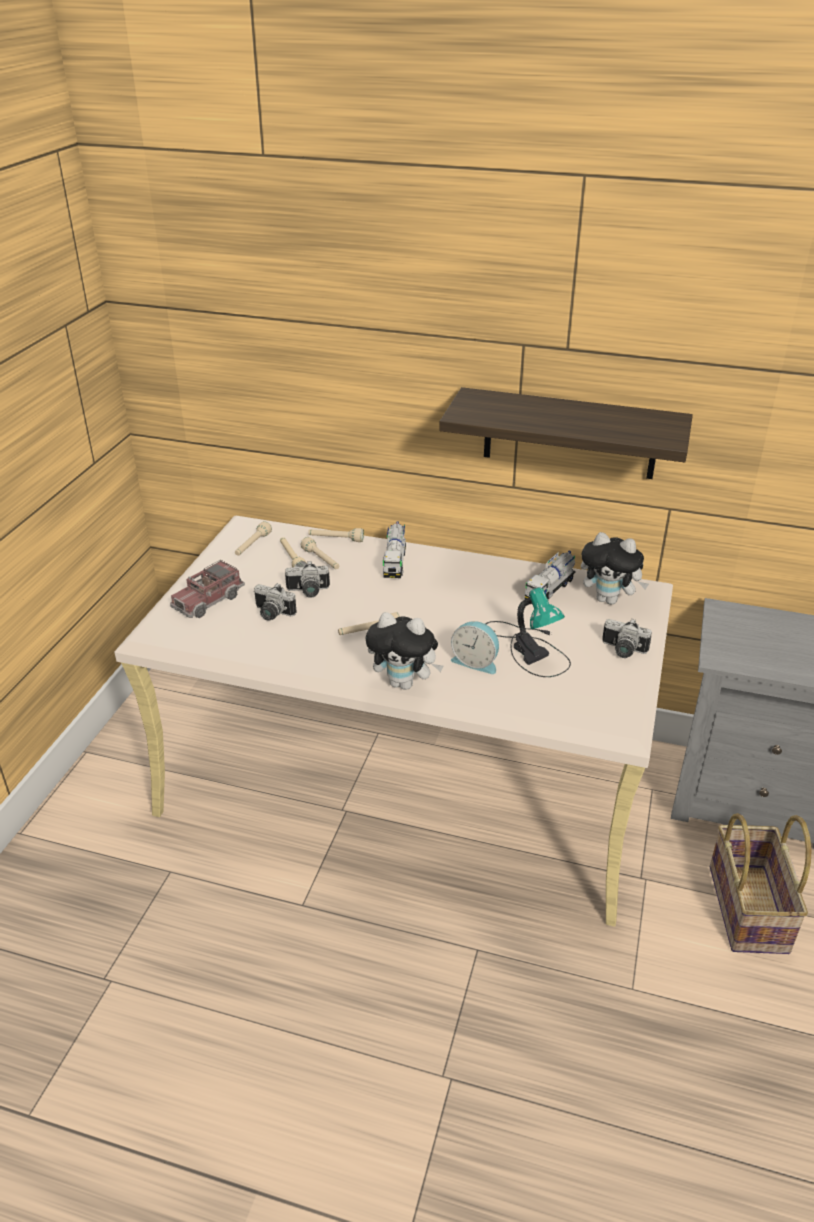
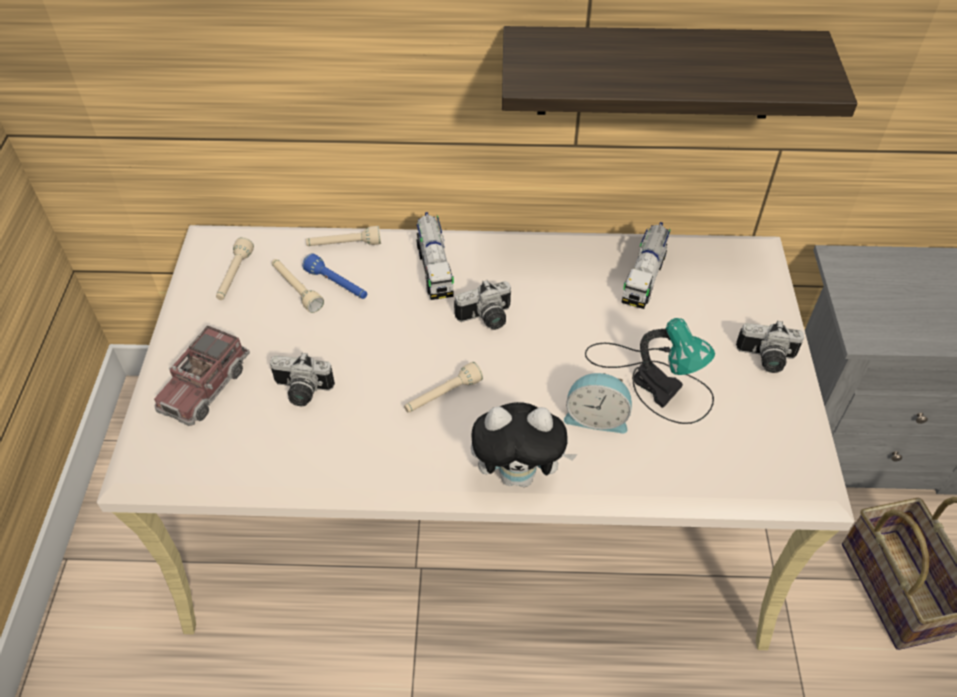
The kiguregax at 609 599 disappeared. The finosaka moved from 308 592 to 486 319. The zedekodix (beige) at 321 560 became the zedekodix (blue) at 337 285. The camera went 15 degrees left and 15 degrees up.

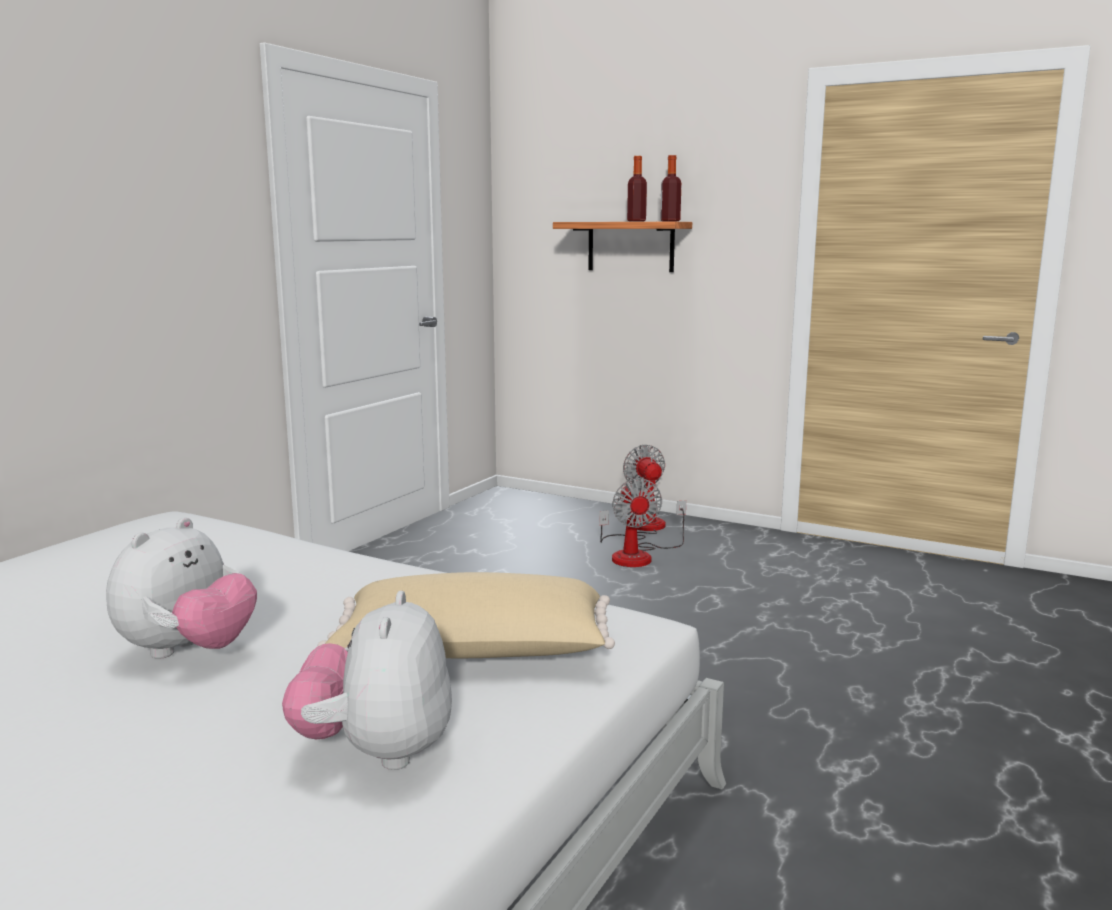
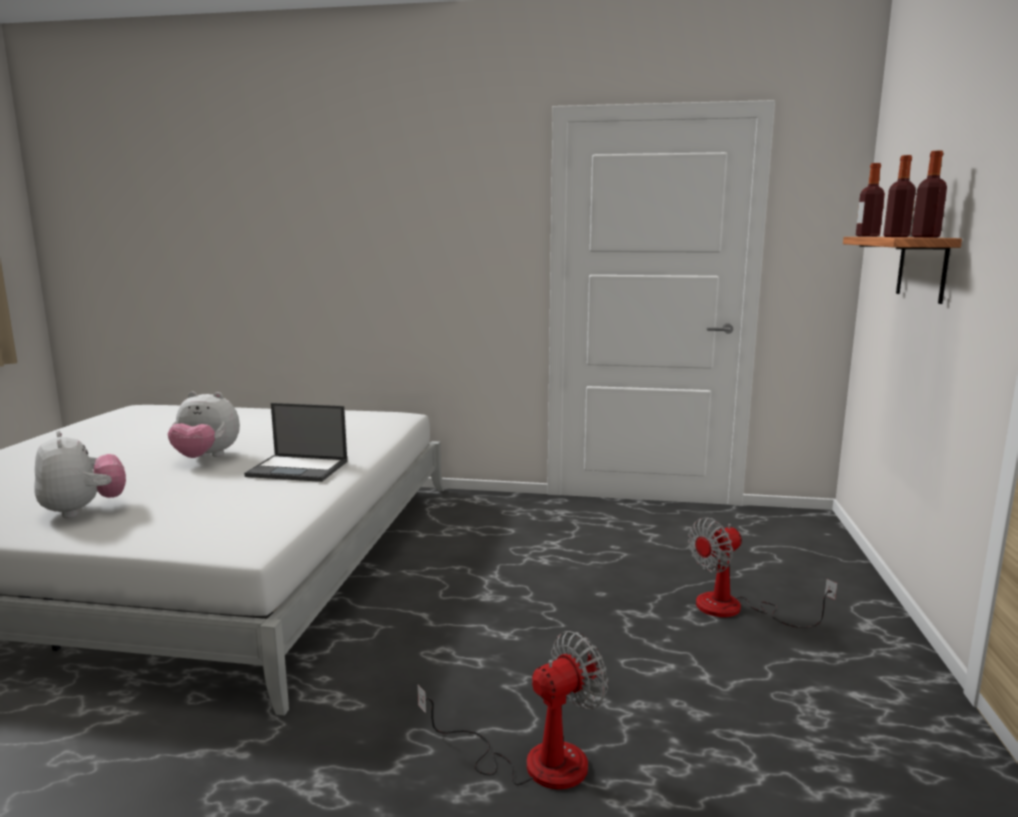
The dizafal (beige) at 472 655 disappeared. The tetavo at 299 469 appeared. The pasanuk at 867 236 appeared. The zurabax moved from 640 529 to 533 761. The kiguregax at 377 752 turned 75 degrees clockwise. The camera went 70 degrees right and 0 degrees up.

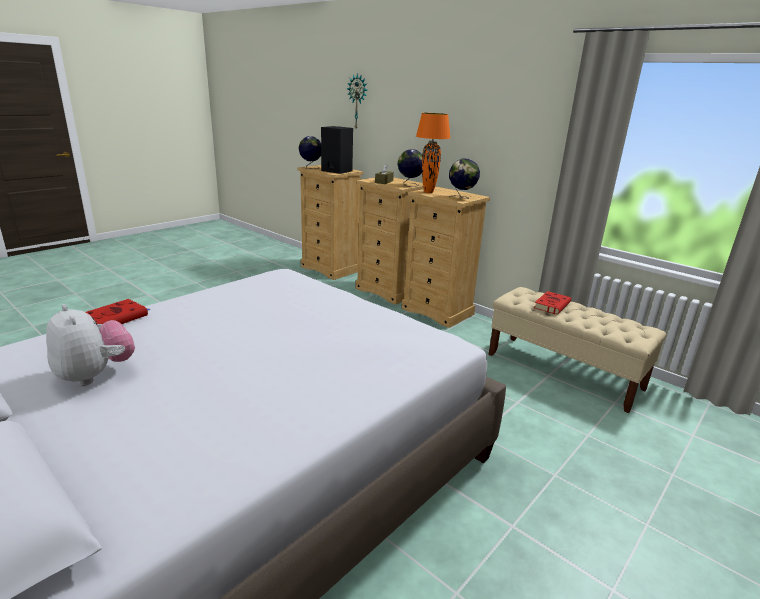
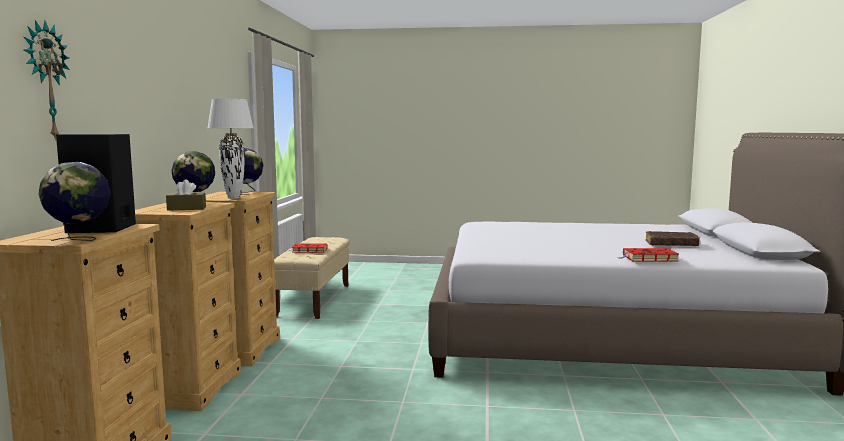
The kiguregax at 95 375 was replaced by the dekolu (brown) at 671 244. The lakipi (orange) at 428 192 became the lakipi (white) at 234 198. The camera went 125 degrees left and 15 degrees down.

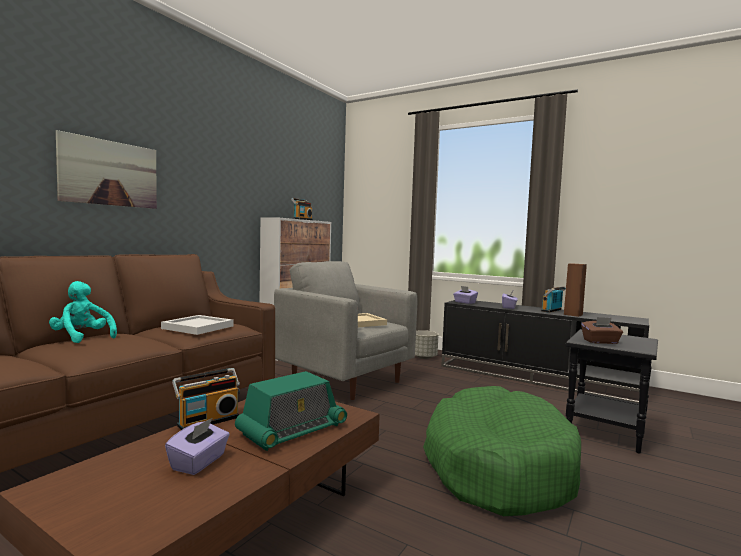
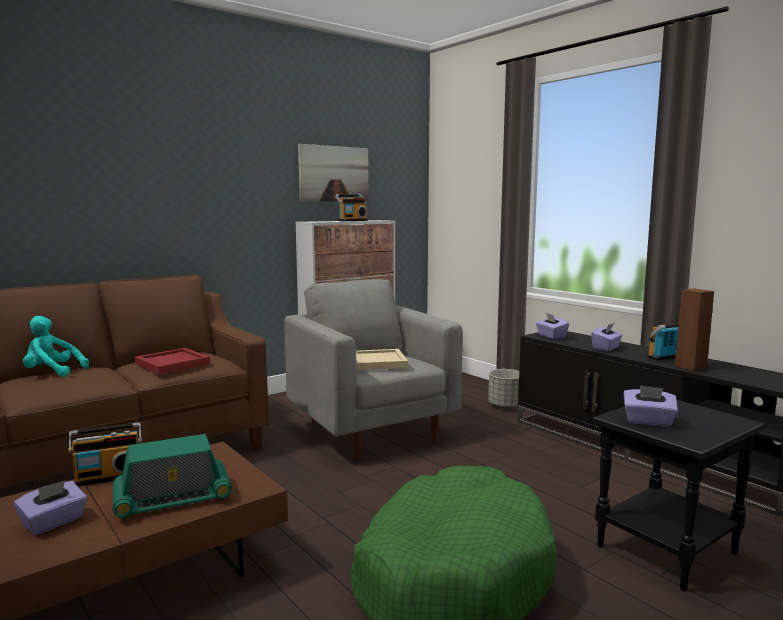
The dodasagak moved from 110 173 to 334 173. The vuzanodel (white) at 199 327 became the vuzanodel (red) at 174 364. The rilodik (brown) at 600 342 became the rilodik (purple) at 648 421. The kiguregax (turquoise) at 82 338 turned 45 degrees counterclockwise. The camera went 20 degrees right and 5 degrees up.

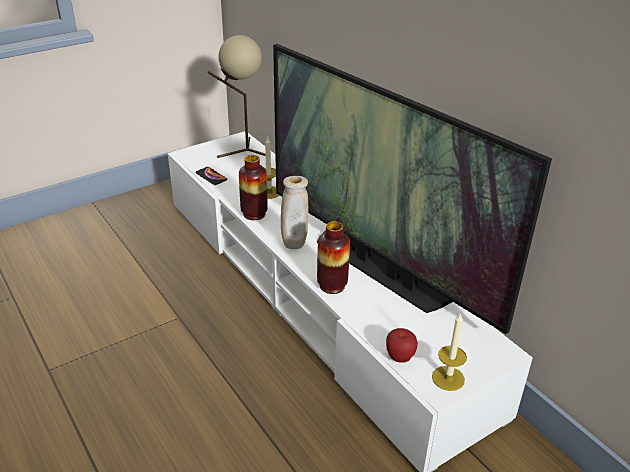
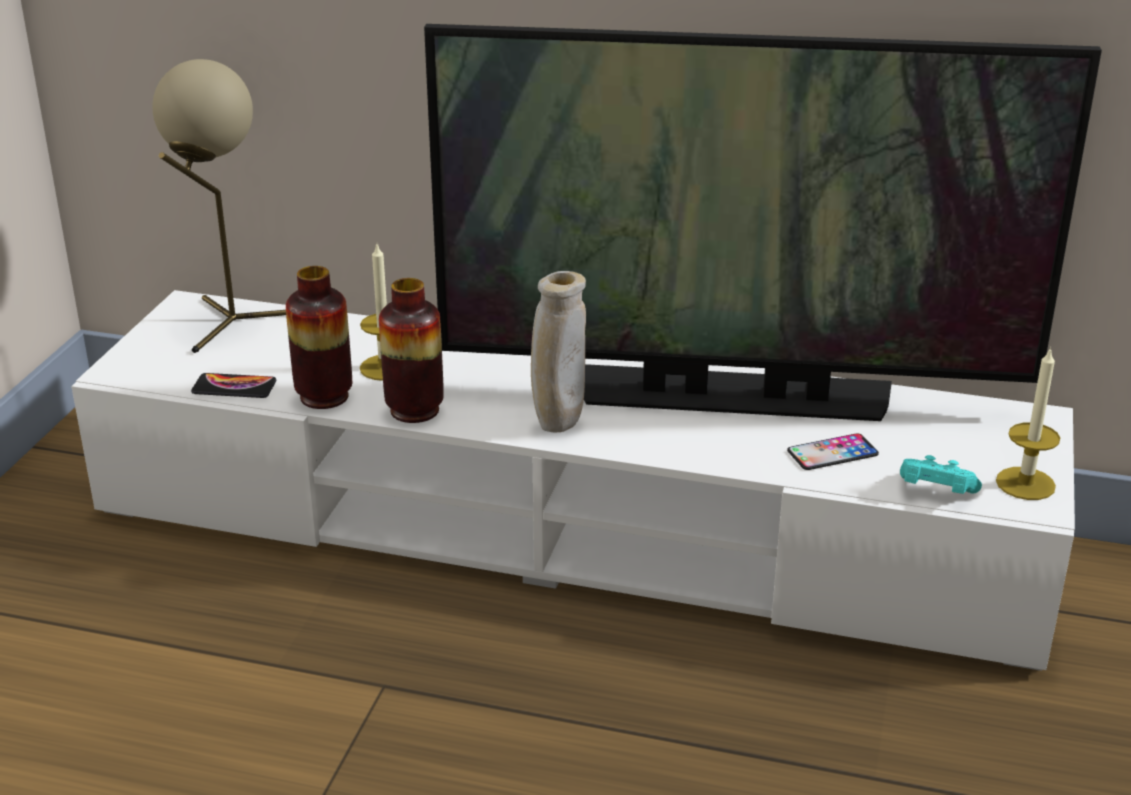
The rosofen at 832 453 appeared. The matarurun moved from 332 286 to 324 397. The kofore at 399 357 was replaced by the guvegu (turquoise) at 935 492. The camera went 40 degrees left and 5 degrees down.

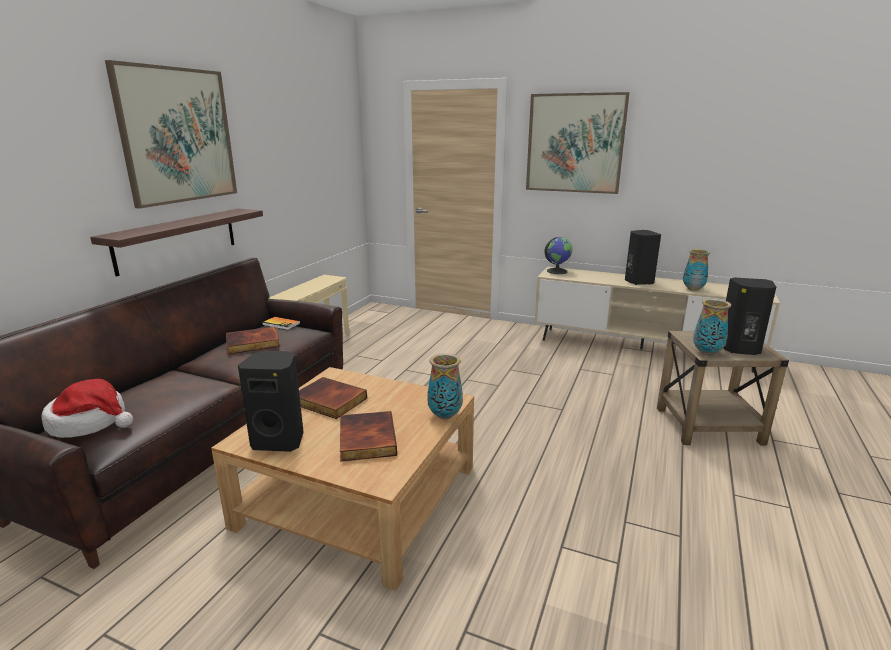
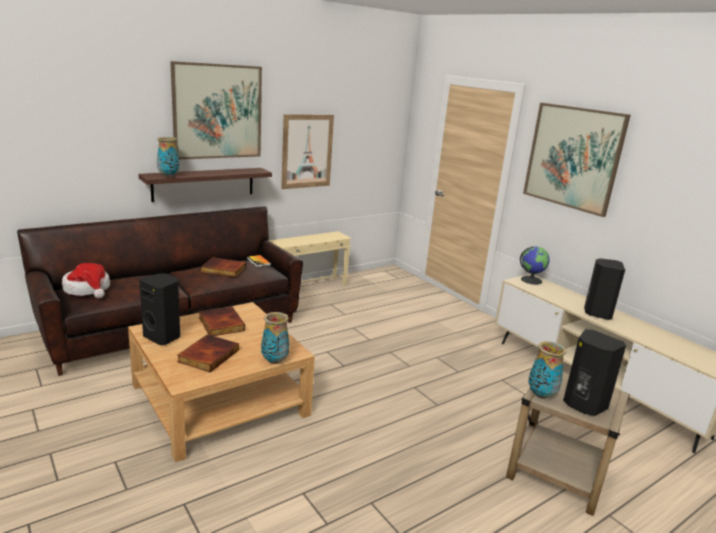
The dodasagak at 307 151 appeared. The matarurun moved from 693 289 to 169 176. The camera went 30 degrees right and 0 degrees up.

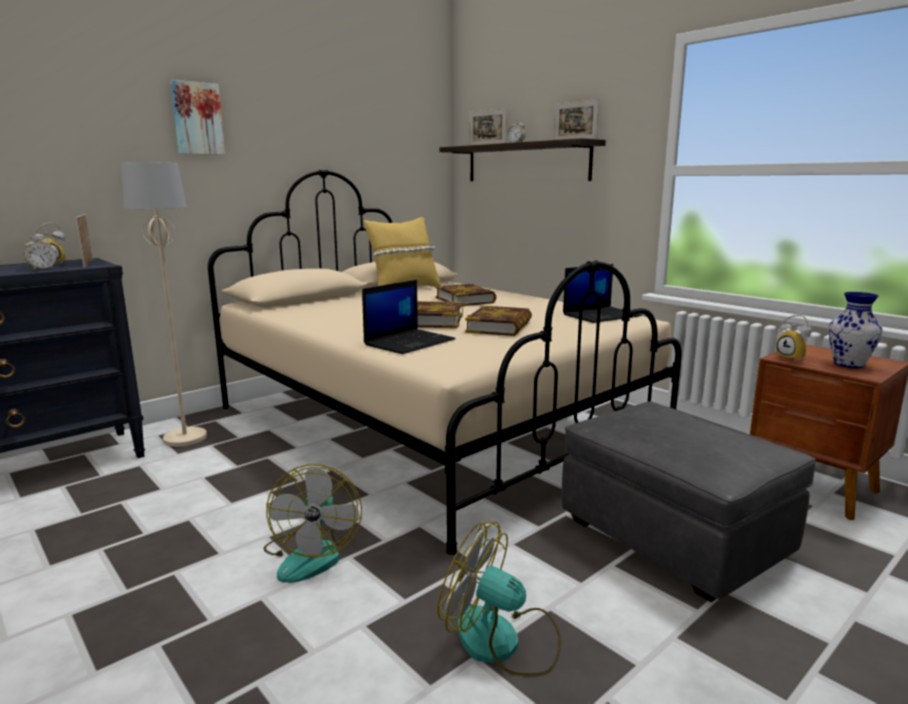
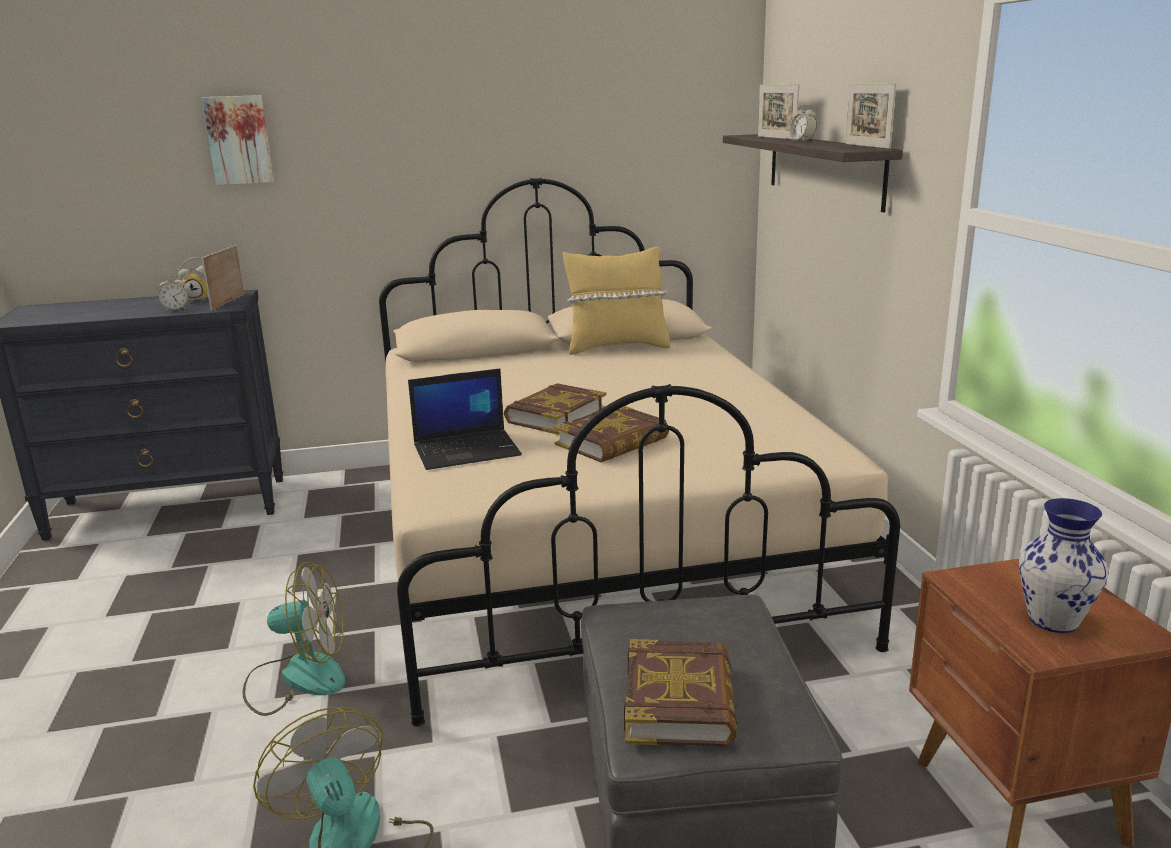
The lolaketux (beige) at 185 438 disappeared. The tetavo at 601 315 disappeared. The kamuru at 793 358 disappeared. The dodasagak moved from 197 118 to 239 140. The dekolu moved from 465 300 to 679 702. The zurabax at 312 555 turned 120 degrees counterclockwise. The camera went 30 degrees right and 5 degrees up.

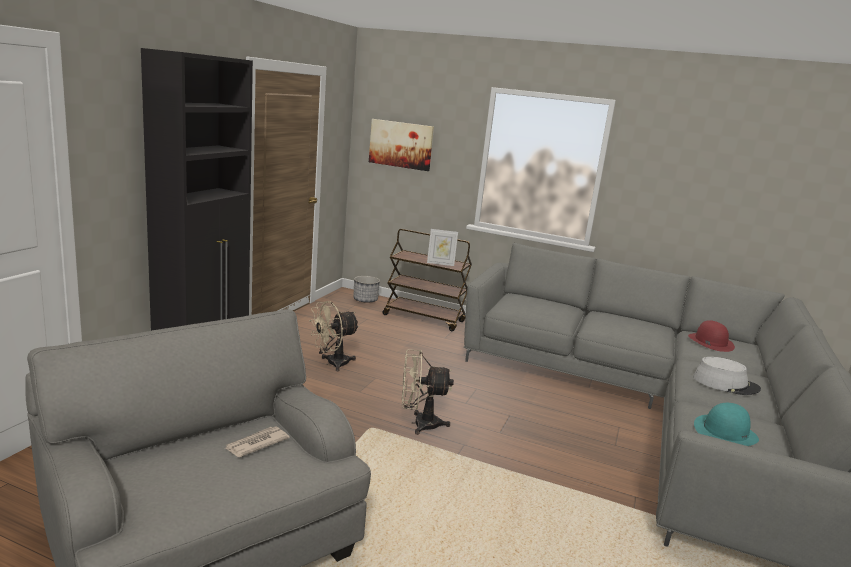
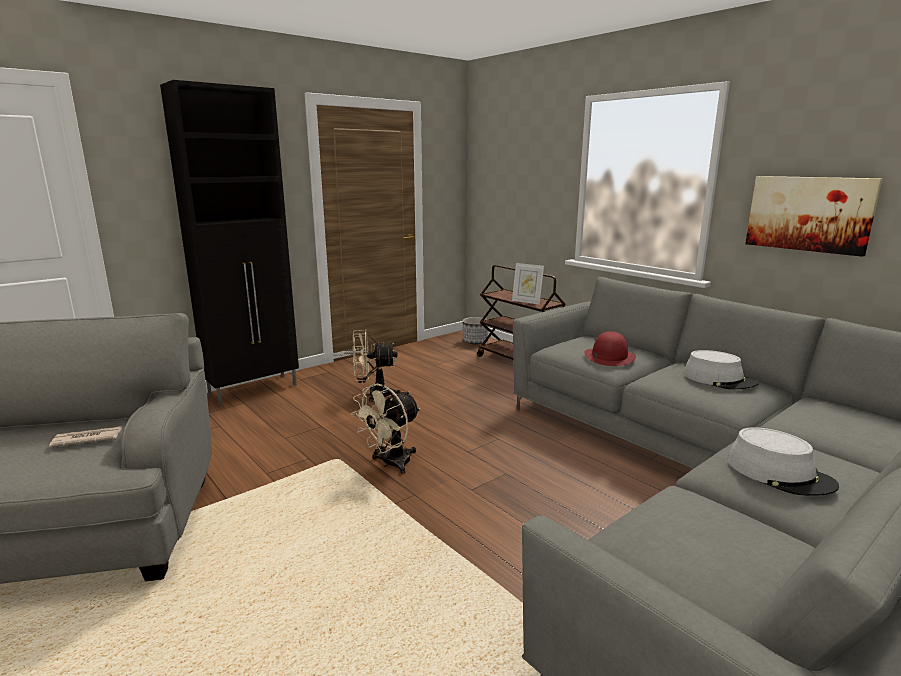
The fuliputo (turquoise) at 725 432 disappeared. The fuliputo (grey) at 719 379 appeared. The dodasagak moved from 401 144 to 809 213. The fuliputo (red) moved from 710 342 to 609 356. The zurabax (beige) at 419 424 turned 75 degrees counterclockwise. The camera went 30 degrees right and 0 degrees up.

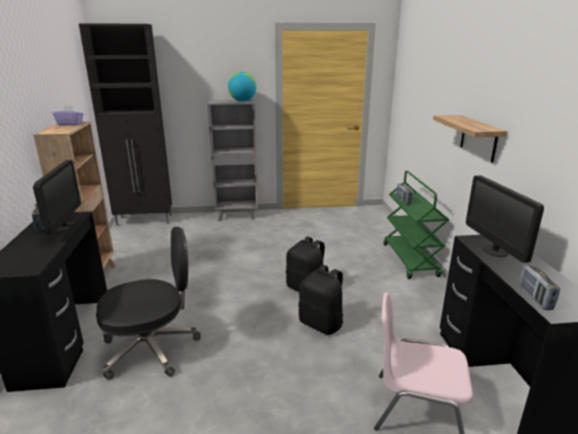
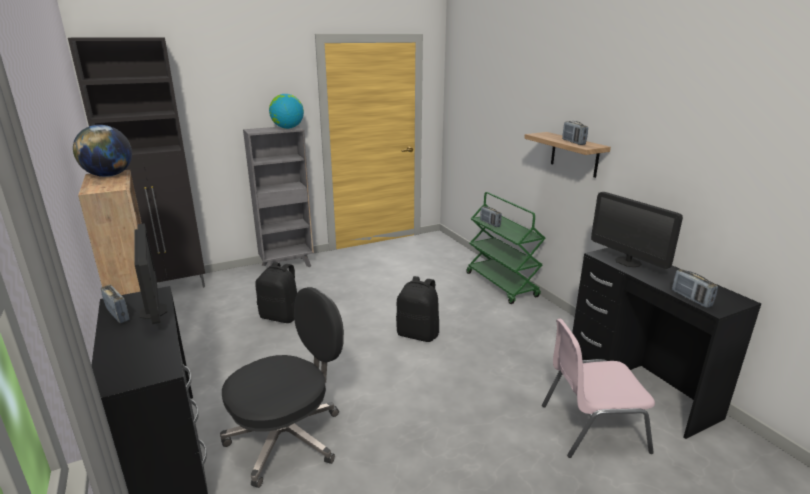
The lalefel at 573 142 appeared. The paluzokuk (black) moved from 321 324 to 281 316. The rilodik (purple) at 70 124 was replaced by the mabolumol at 109 176. The camera went 20 degrees left and 0 degrees up.

